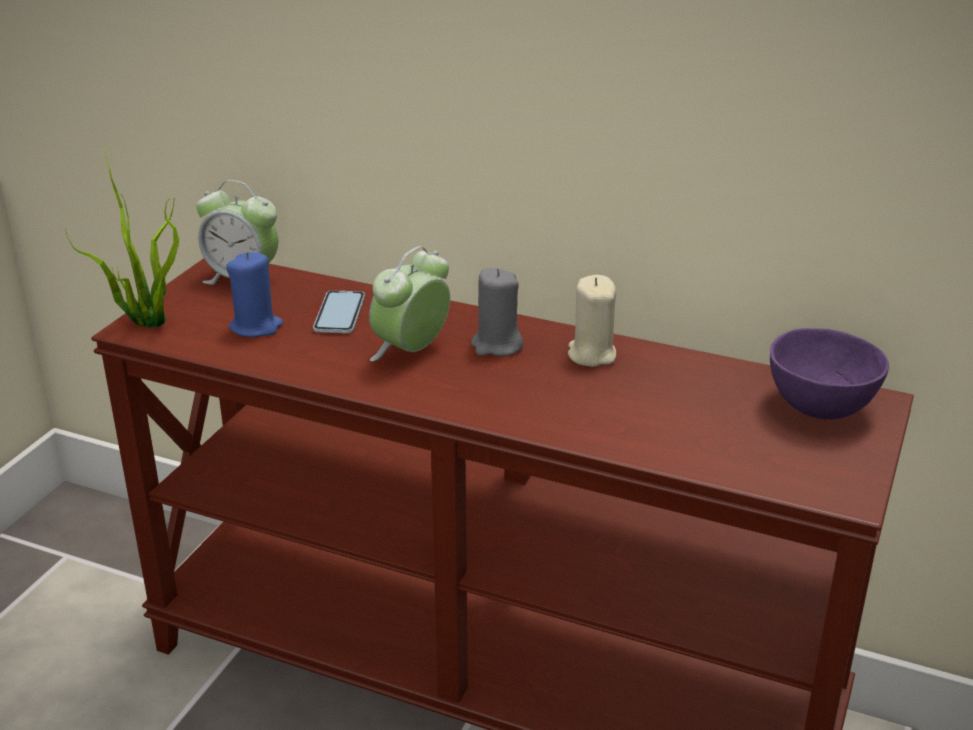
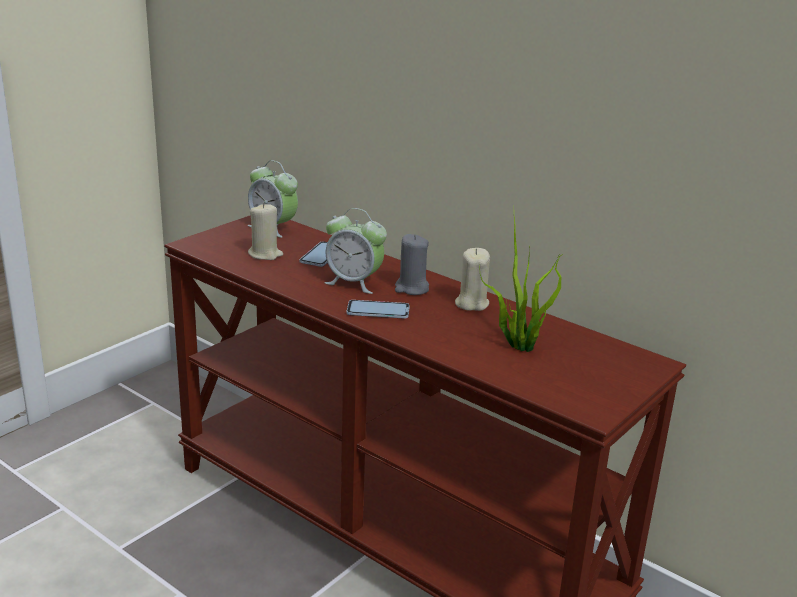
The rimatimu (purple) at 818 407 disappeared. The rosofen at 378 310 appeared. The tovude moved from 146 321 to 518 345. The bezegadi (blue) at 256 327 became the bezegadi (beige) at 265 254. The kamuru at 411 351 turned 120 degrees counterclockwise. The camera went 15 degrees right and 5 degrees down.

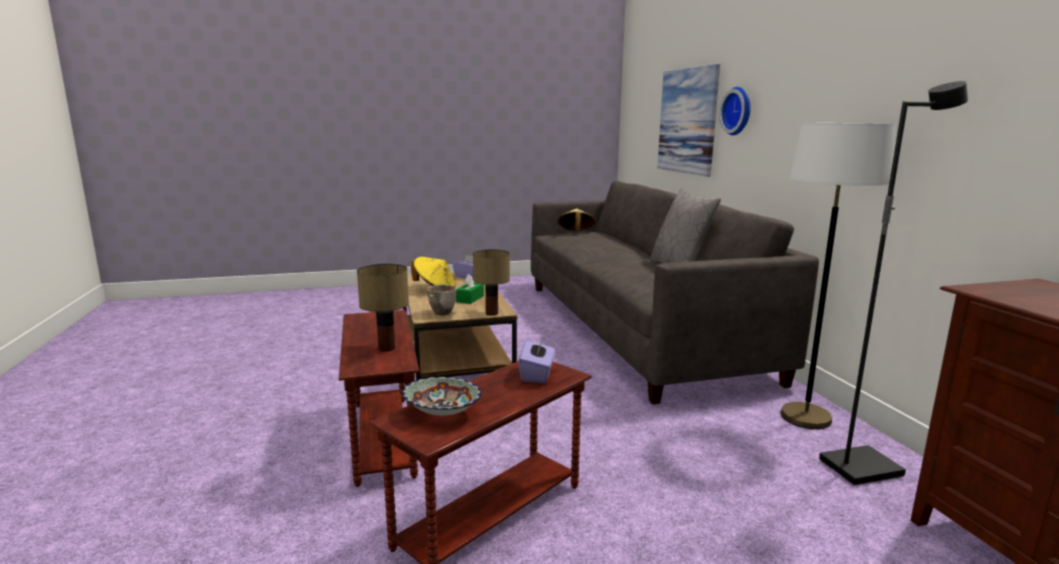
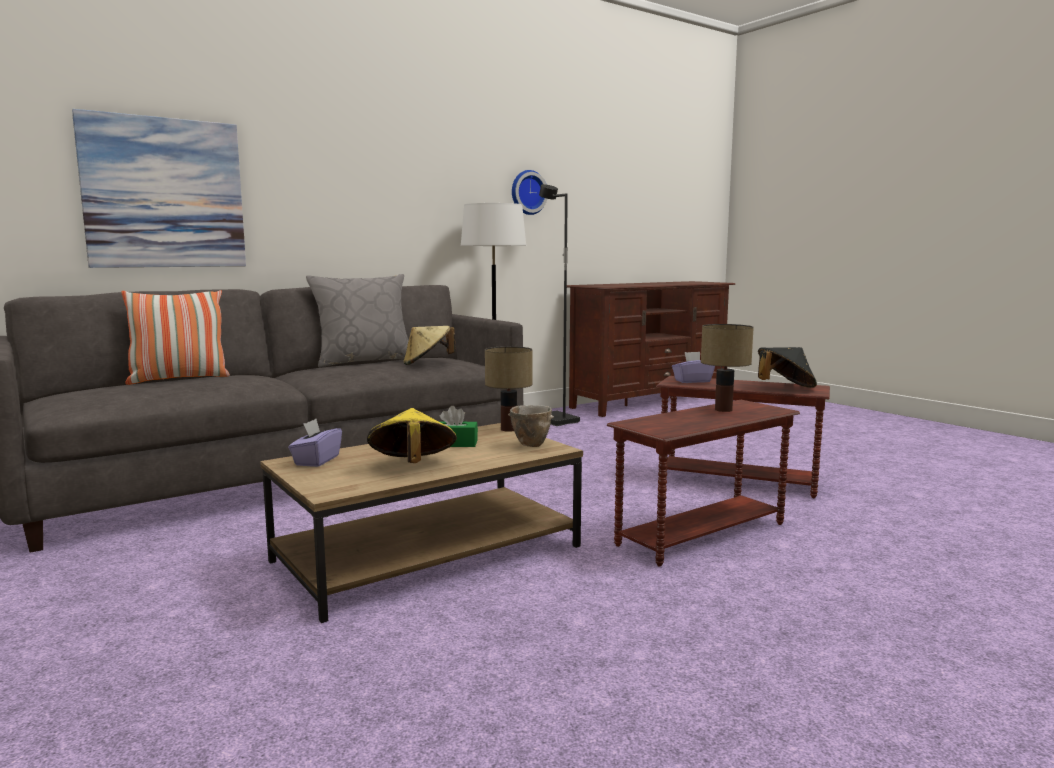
The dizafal at 179 379 appeared. The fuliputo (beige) moved from 575 233 to 427 363. The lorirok moved from 738 111 to 527 192. The rimatimu at 442 412 was replaced by the fuliputo (black) at 784 388. The camera went 110 degrees left and 5 degrees down.

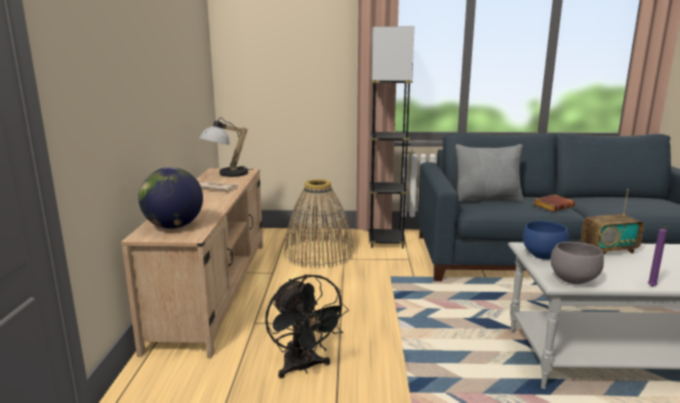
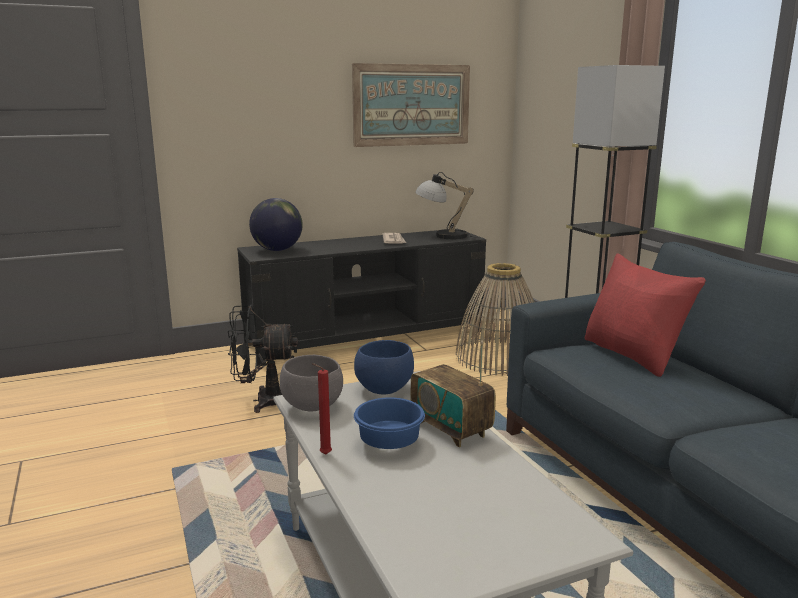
The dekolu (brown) at 553 206 disappeared. The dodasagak at 412 105 appeared. The rimatimu (blue) at 391 444 appeared. The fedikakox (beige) at 214 289 became the fedikakox (black) at 367 338. The dizafal (grey) at 488 199 became the dizafal (red) at 633 355. The bezegadi (purple) at 652 287 became the bezegadi (red) at 323 454. The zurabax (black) at 303 368 turned 45 degrees clockwise. The camera went 65 degrees right and 0 degrees up.

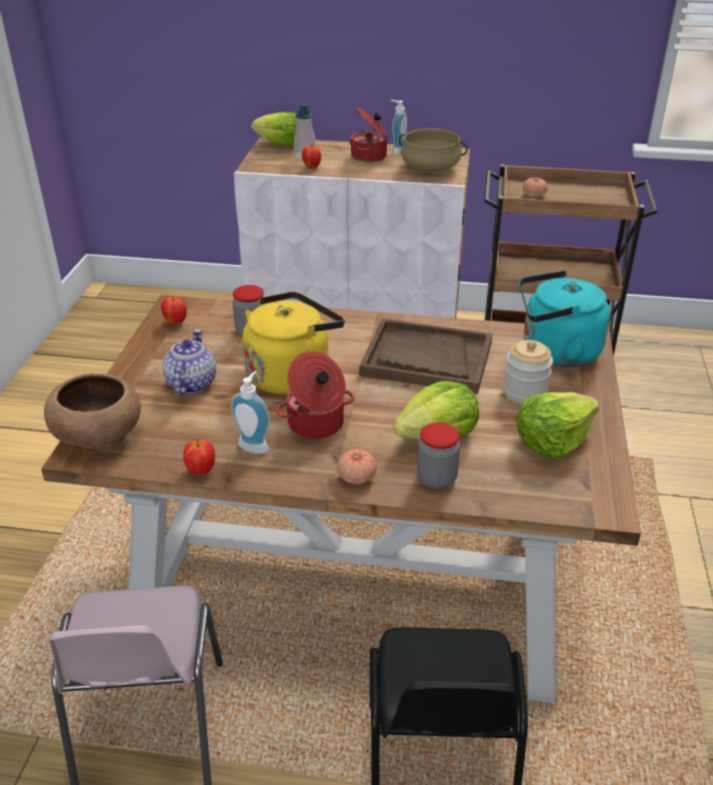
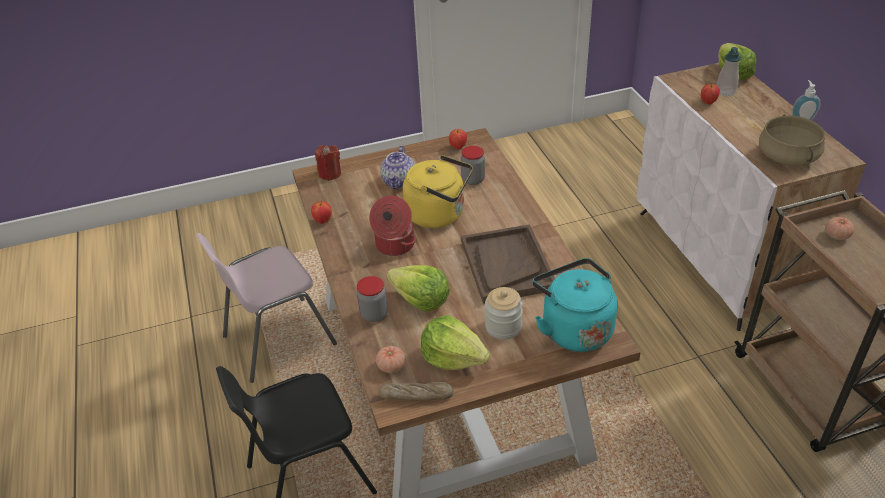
The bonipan at 255 444 disappeared. The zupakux at 370 157 disappeared. The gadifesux at 416 395 appeared. The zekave moved from 356 477 to 391 366. The rimatimu (brown) at 99 435 was replaced by the bezegadi (red) at 330 173. The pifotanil at 191 383 turned 120 degrees clockwise. The camera went 65 degrees right and 5 degrees up.

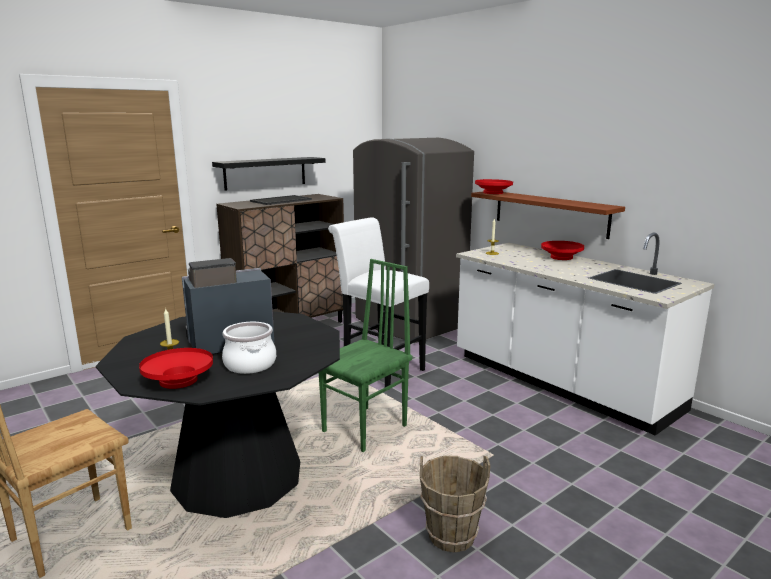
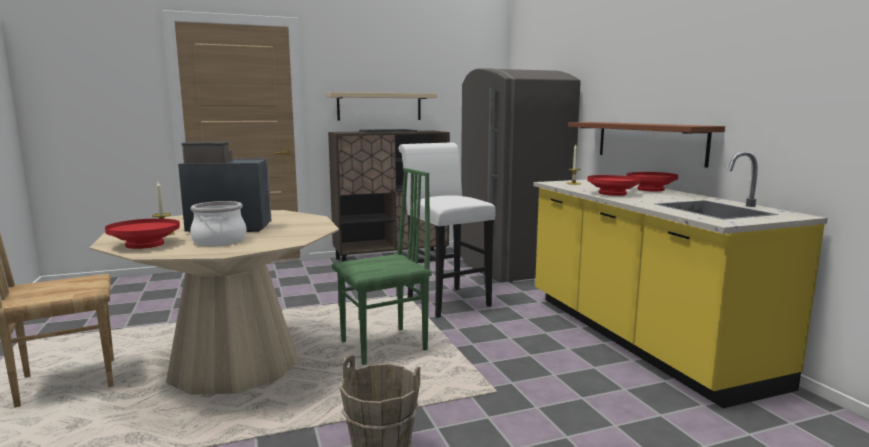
The rimatimu (red) moved from 493 193 to 612 194. The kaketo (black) at 237 476 became the kaketo (beige) at 234 364. The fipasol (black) at 265 173 became the fipasol (beige) at 379 106. The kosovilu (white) at 561 382 became the kosovilu (yellow) at 639 337. The camera went 20 degrees right and 5 degrees down.

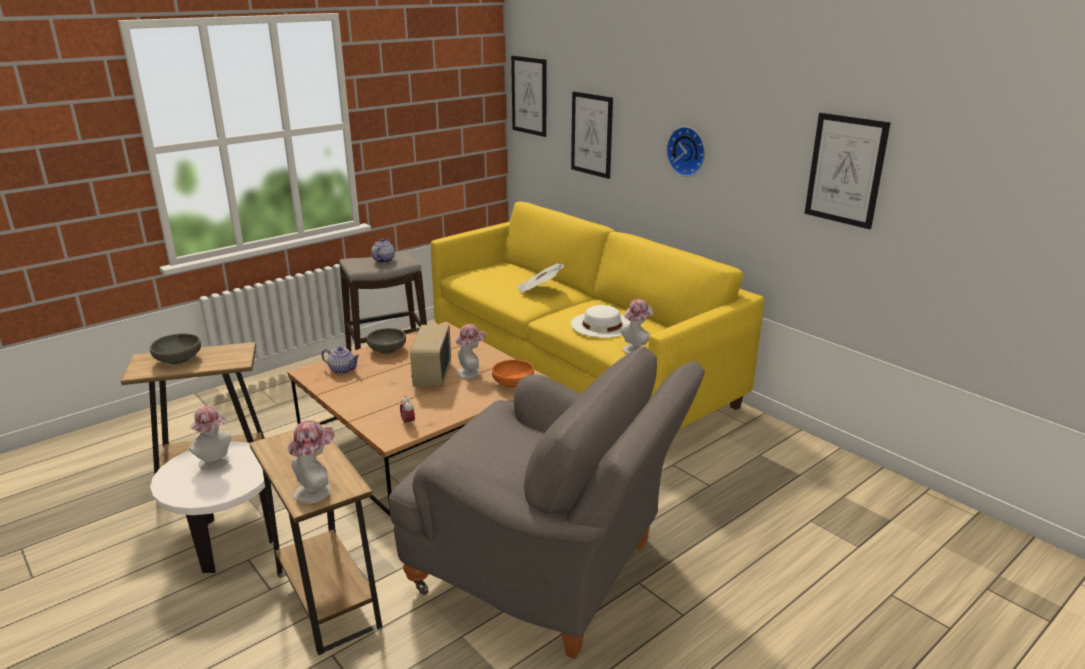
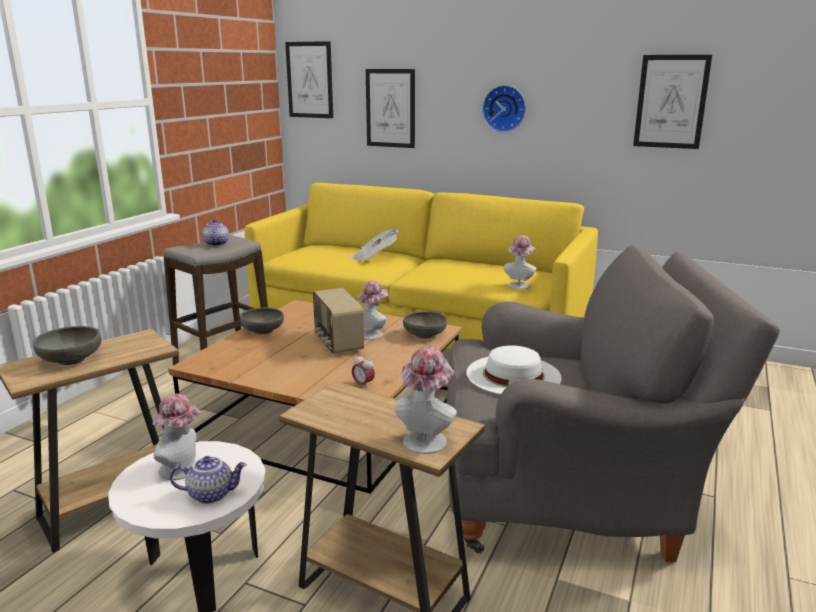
The pifotanil moved from 343 370 to 211 494. The fuliputo (white) moved from 602 324 to 513 375. The rimatimu (orange) at 513 383 became the rimatimu (grey) at 425 335. The camera went 25 degrees left and 5 degrees down.

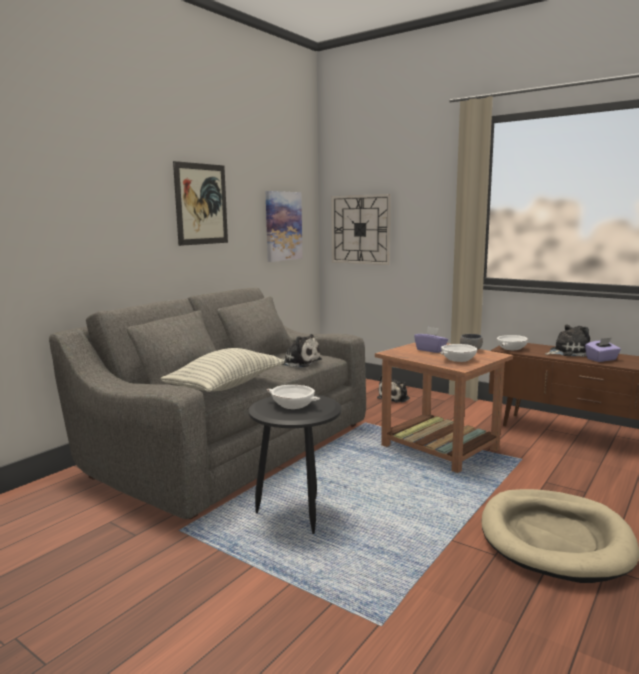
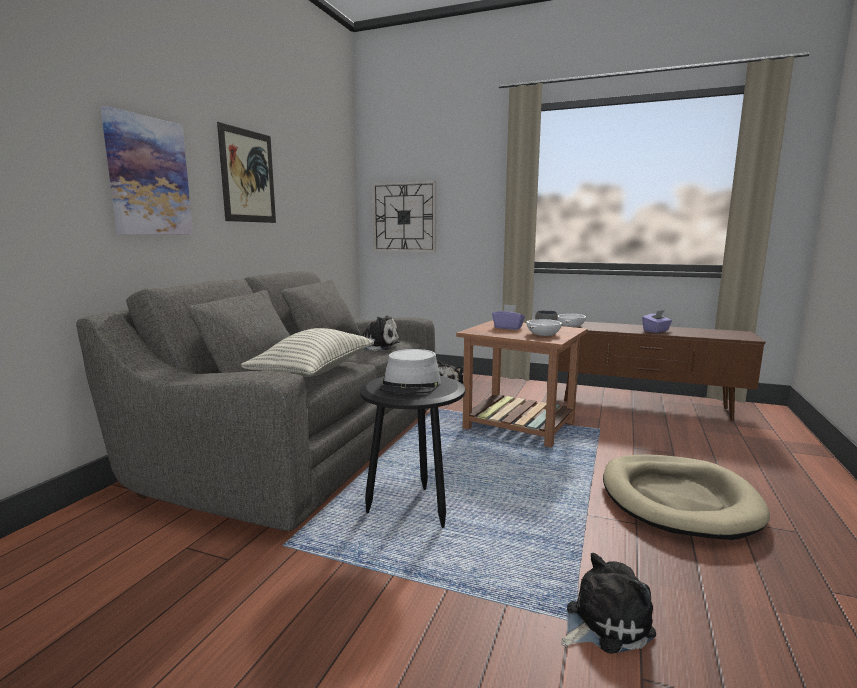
The dodasagak moved from 283 226 to 148 177. The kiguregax moved from 568 352 to 604 623. The rimatimu (white) at 293 405 was replaced by the fuliputo (grey) at 411 385. The camera went 15 degrees left and 0 degrees up.

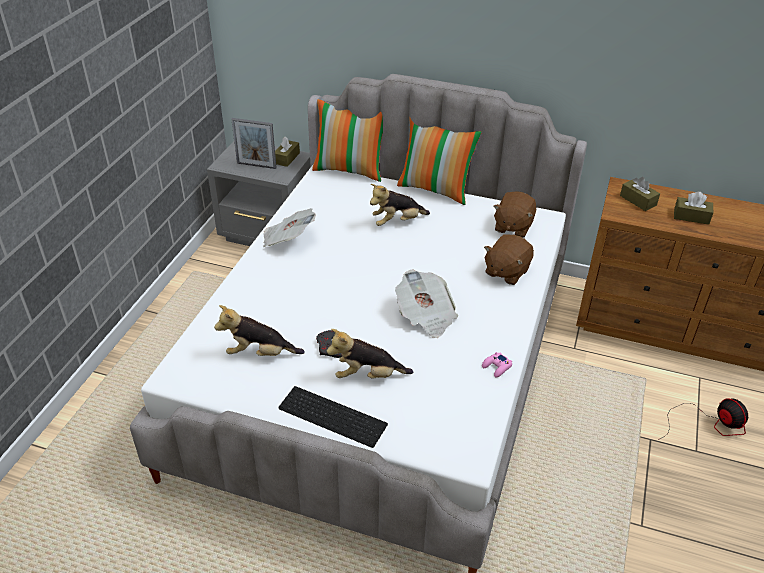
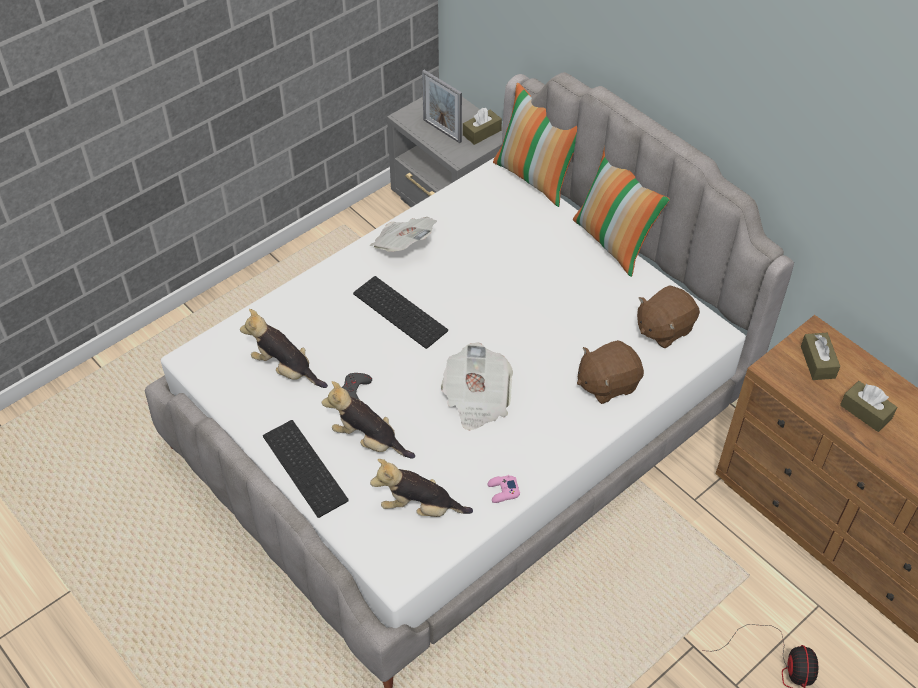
The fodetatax at 402 311 appeared. The kiguregax moved from 397 222 to 420 507. The camera went 30 degrees right and 10 degrees up.

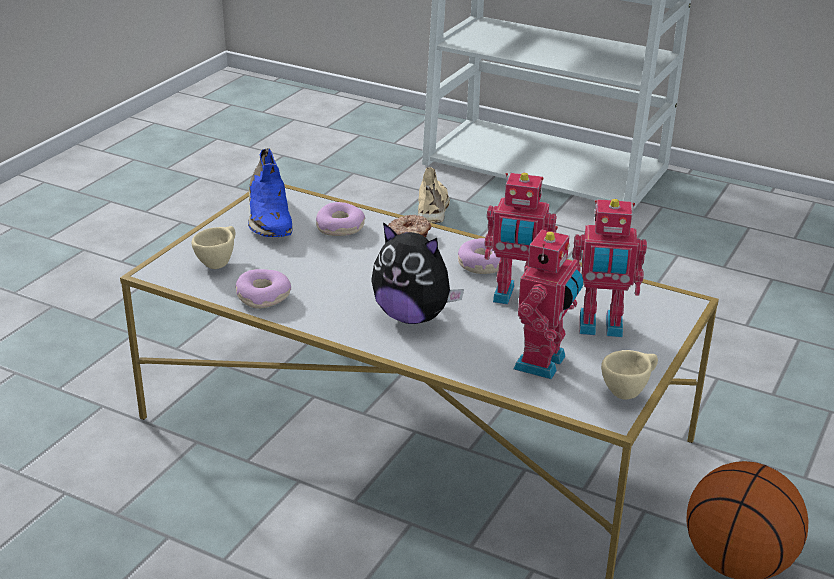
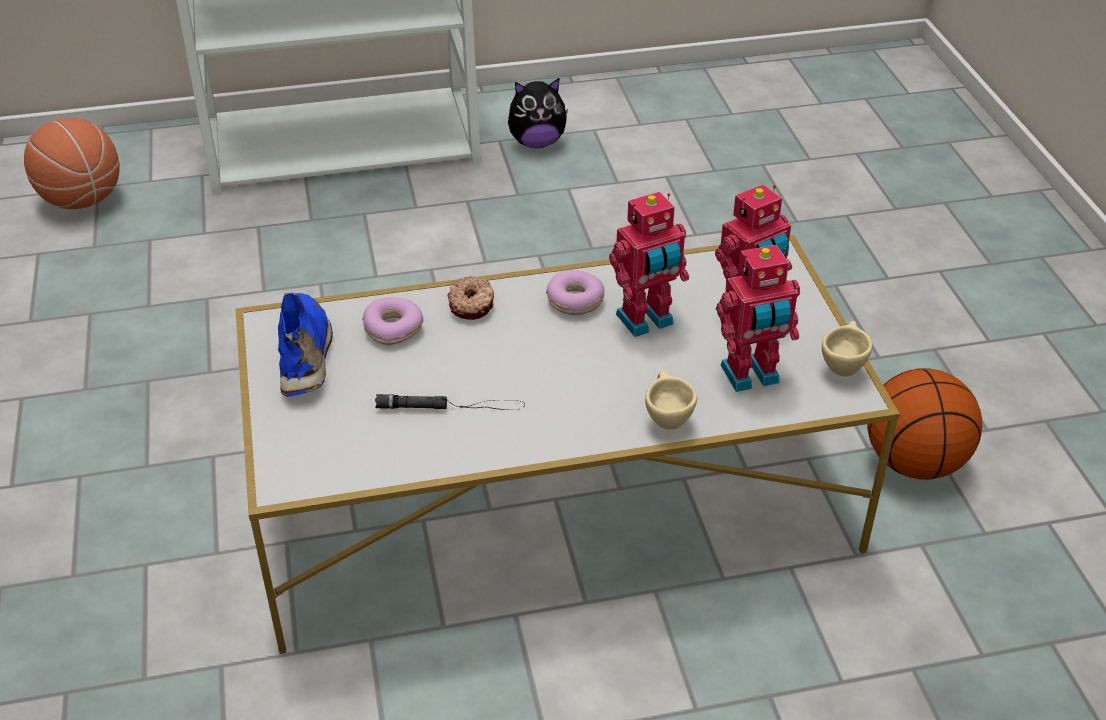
The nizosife at 263 296 disappeared. The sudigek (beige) at 432 210 disappeared. The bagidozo at 82 200 appeared. The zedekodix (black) at 450 406 appeared. The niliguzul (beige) moved from 218 263 to 666 418. The kiguregax moved from 413 316 to 537 142. The sudigek (blue) at 269 217 turned 135 degrees counterclockwise. The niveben at 543 363 turned 90 degrees clockwise. The camera went 40 degrees left and 10 degrees up.

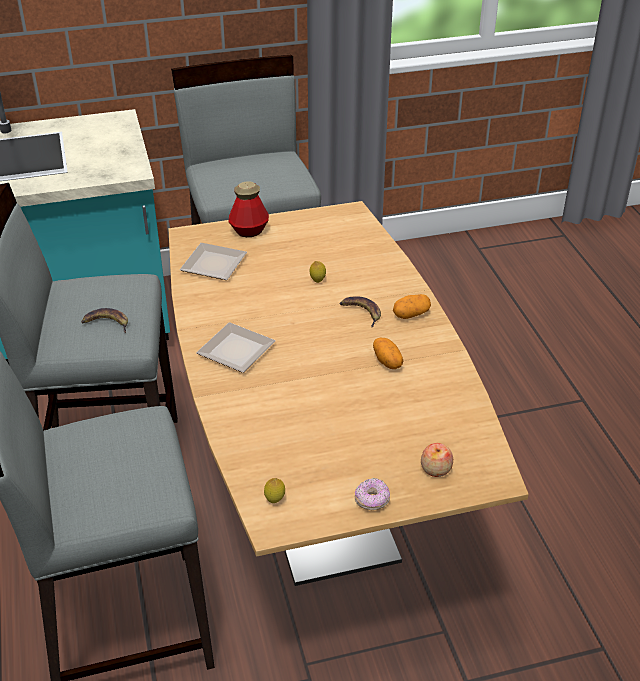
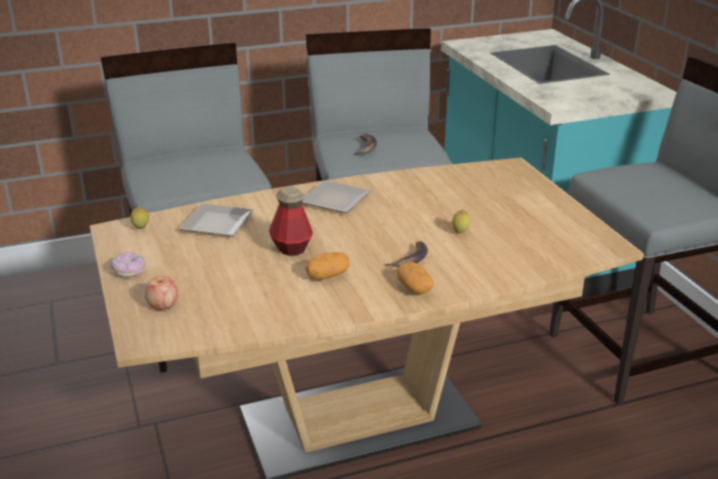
The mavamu moved from 215 266 to 214 224. The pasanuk moved from 249 231 to 291 248. The camera went 85 degrees right and 10 degrees down.

